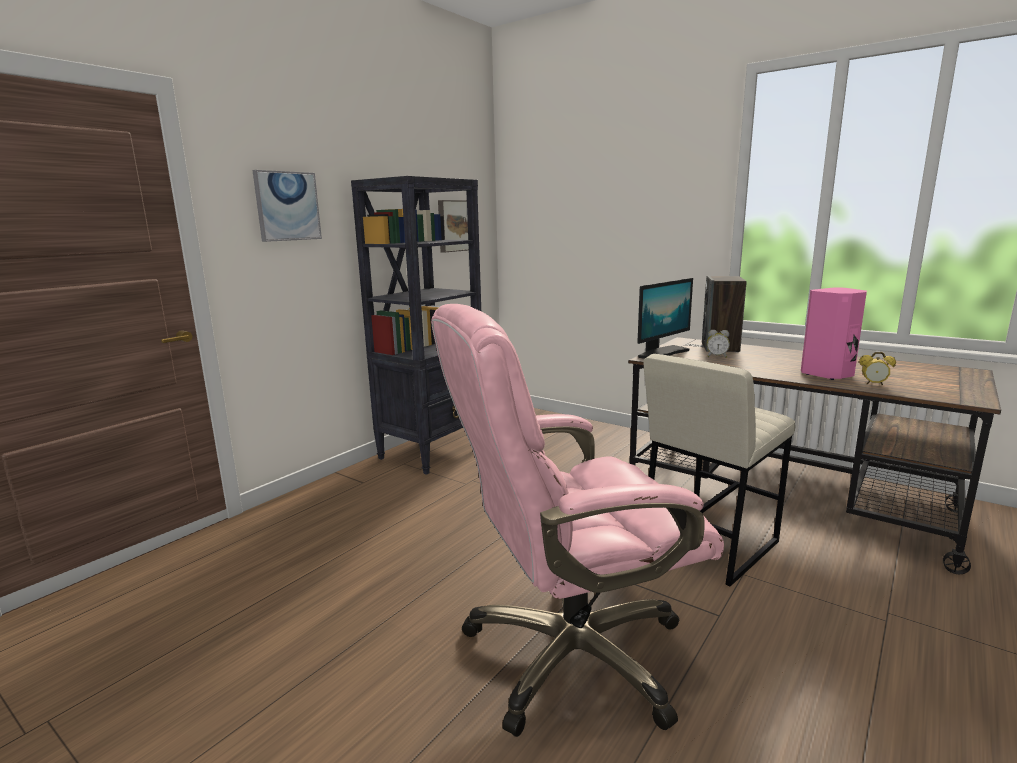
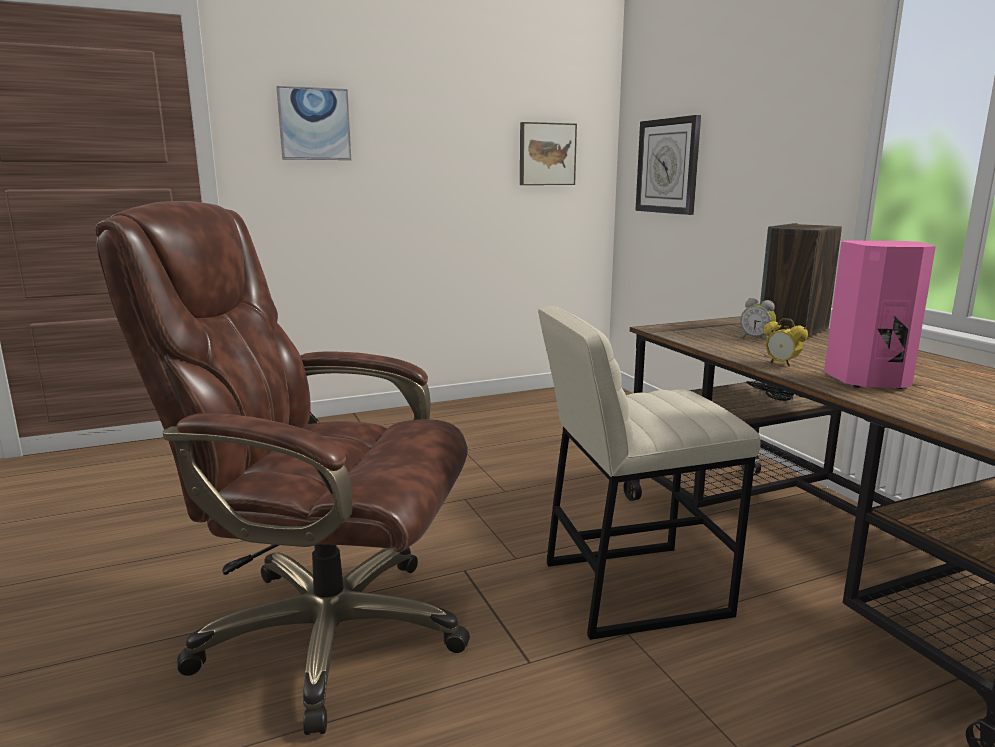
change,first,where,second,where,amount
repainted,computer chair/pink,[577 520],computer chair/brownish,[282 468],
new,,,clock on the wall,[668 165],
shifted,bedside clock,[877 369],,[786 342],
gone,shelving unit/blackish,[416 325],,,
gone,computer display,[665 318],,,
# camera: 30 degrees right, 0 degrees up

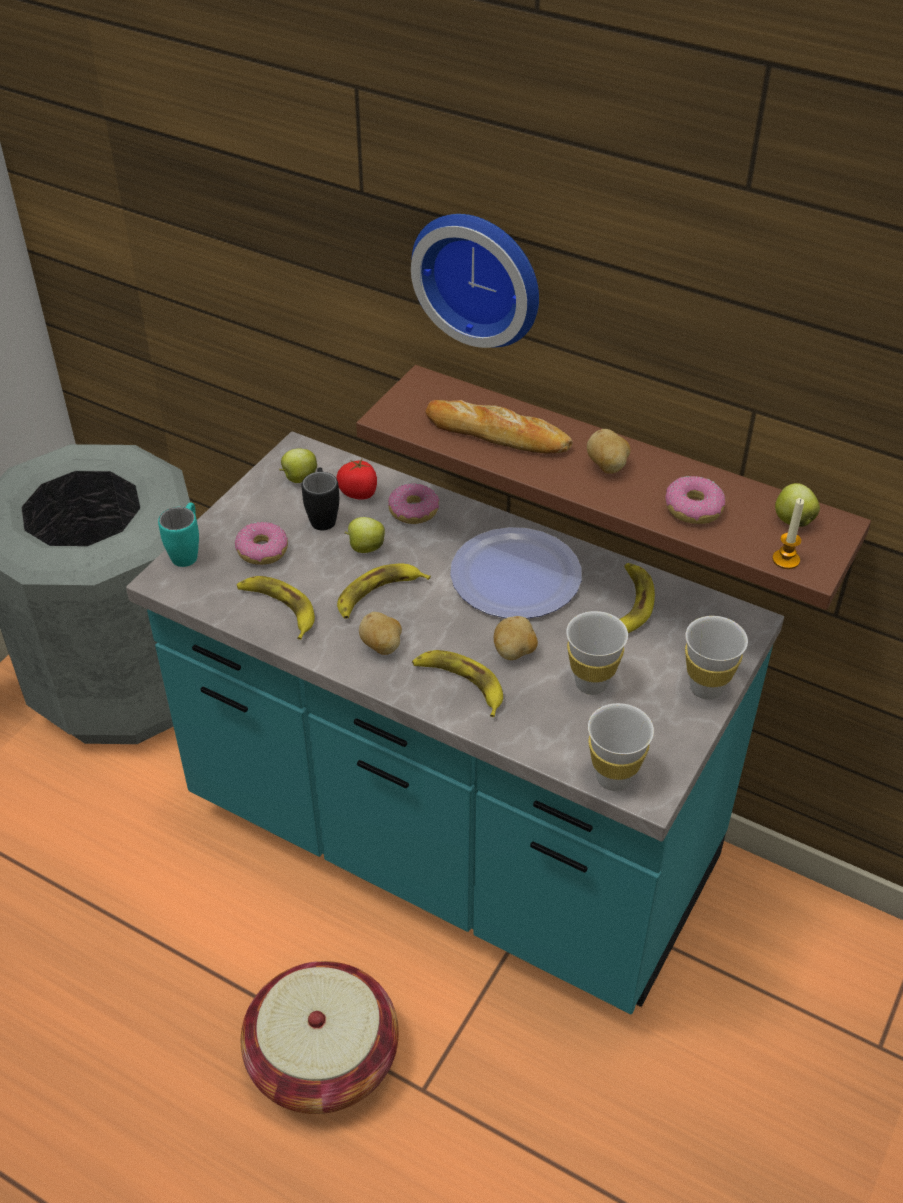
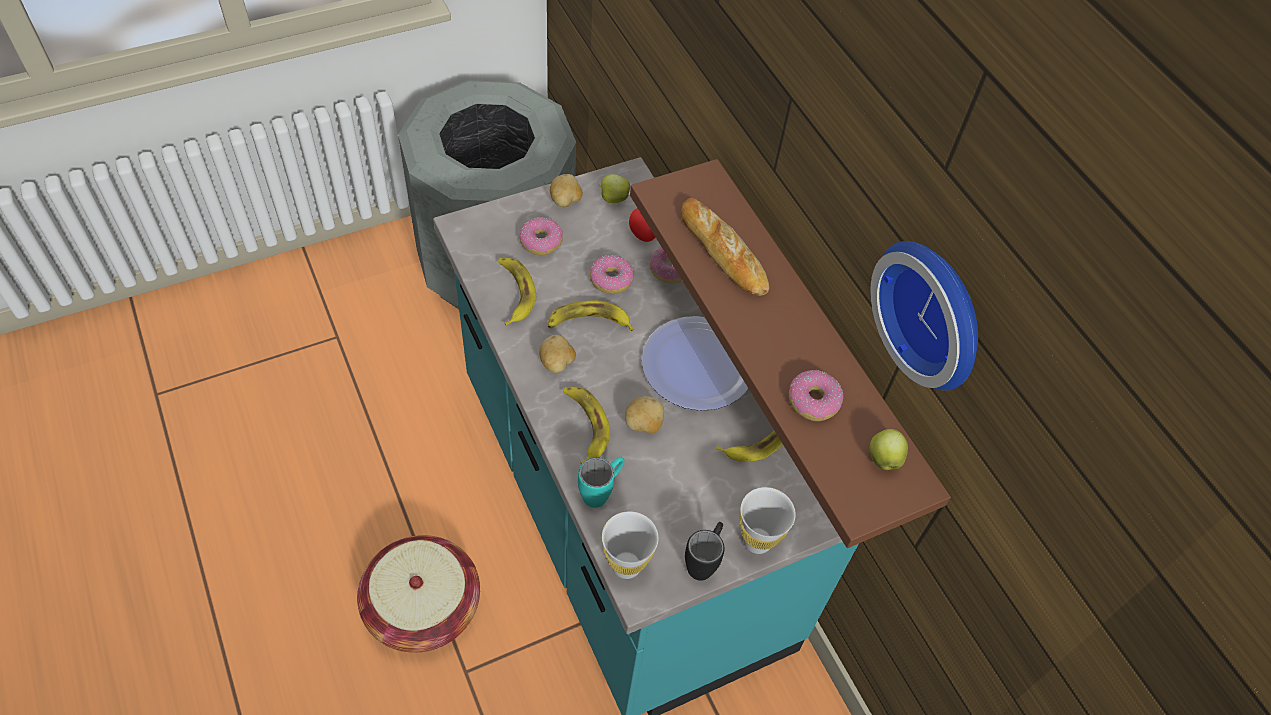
change,first,where,second,where,amount
shifted,potato,[609 451],,[566 190],
shifted,tea mug/turquoise,[178 535],,[601 482],
swapped,apple fruit,[365 535],doughnut,[612 274],
shifted,tea mug/blackish,[320 498],,[705 551],
shifted,clock on the wall,[475 281],,[924 316],
gone,cup/white,[597 653],,,
gone,candle,[788 533],,,
# camera: 30 degrees right, 10 degrees up

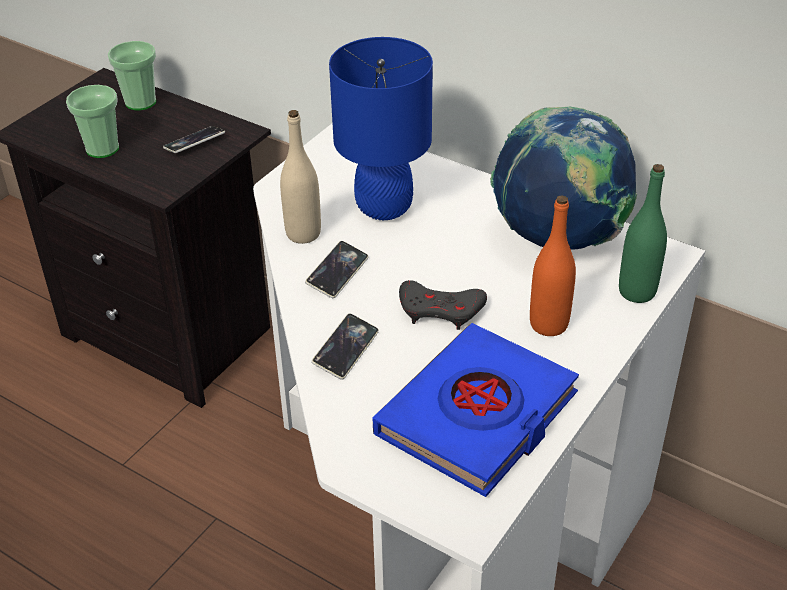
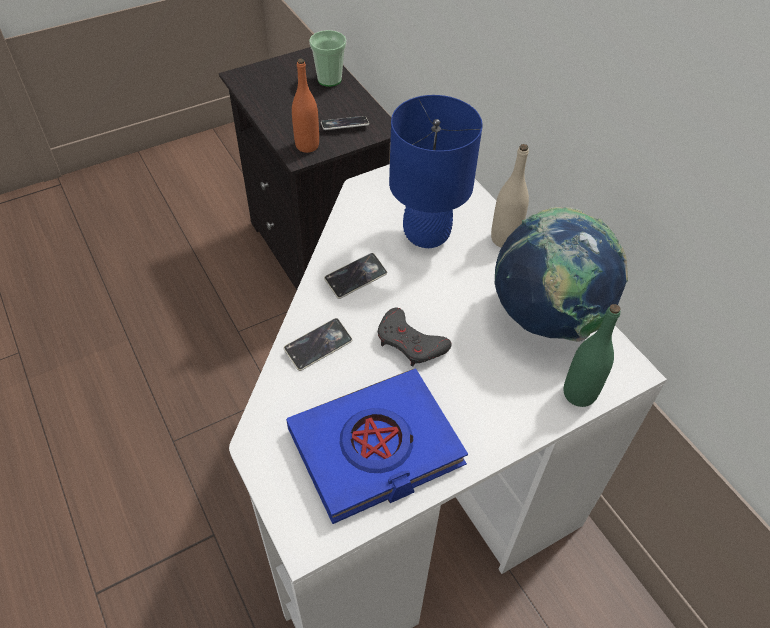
change,first,where,second,where,amount
shifted,drink bottle/orangey,[553 265],,[305 106],
shifted,drink bottle/sand-coloured,[300 177],,[510 196],
gone,cup,[92 121],,,
# camera: 25 degrees right, 10 degrees up

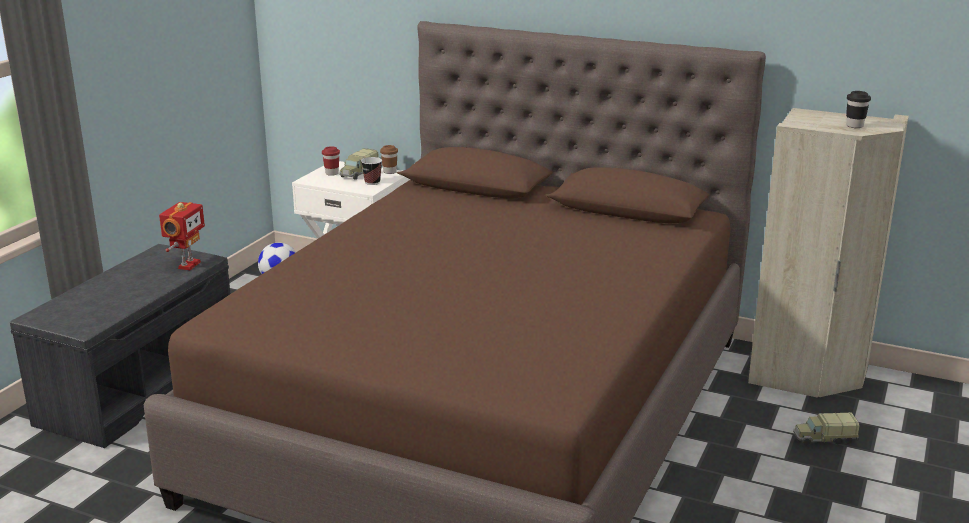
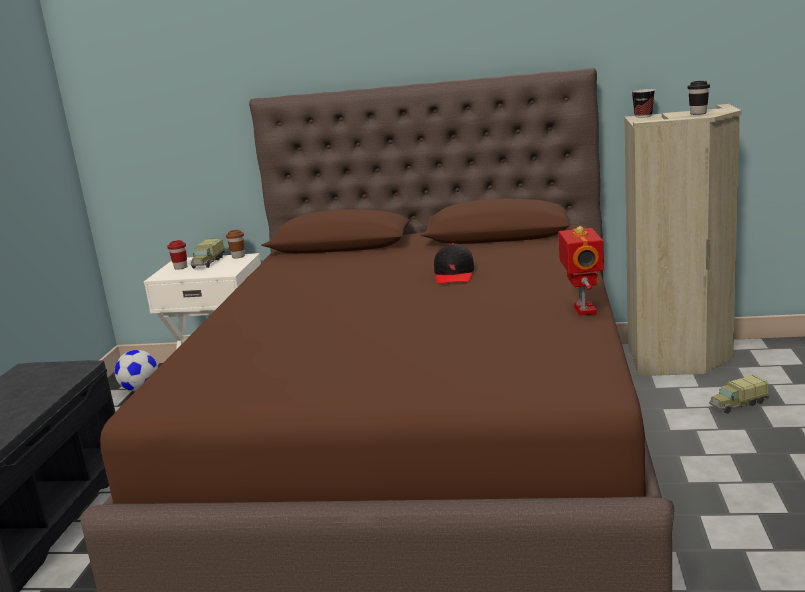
change,first,where,second,where,amount
new,,,baseball cap/blackish,[454 263],
shifted,toy robot,[182 236],,[581 271],
shifted,cup,[371 171],,[643 103],
# camera: 15 degrees left, 5 degrees down

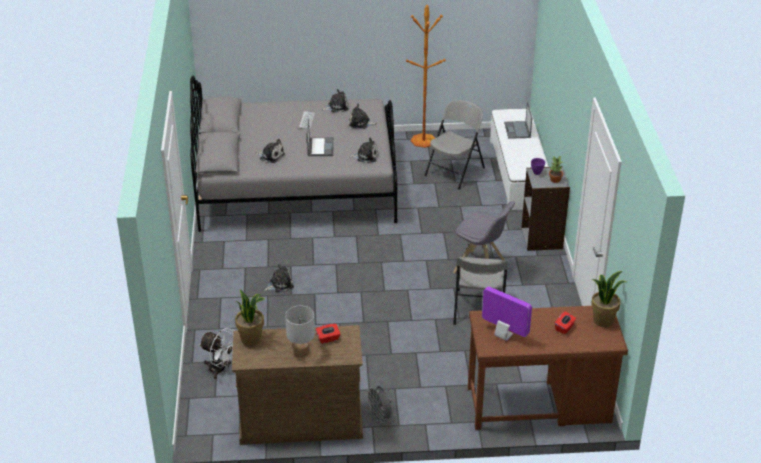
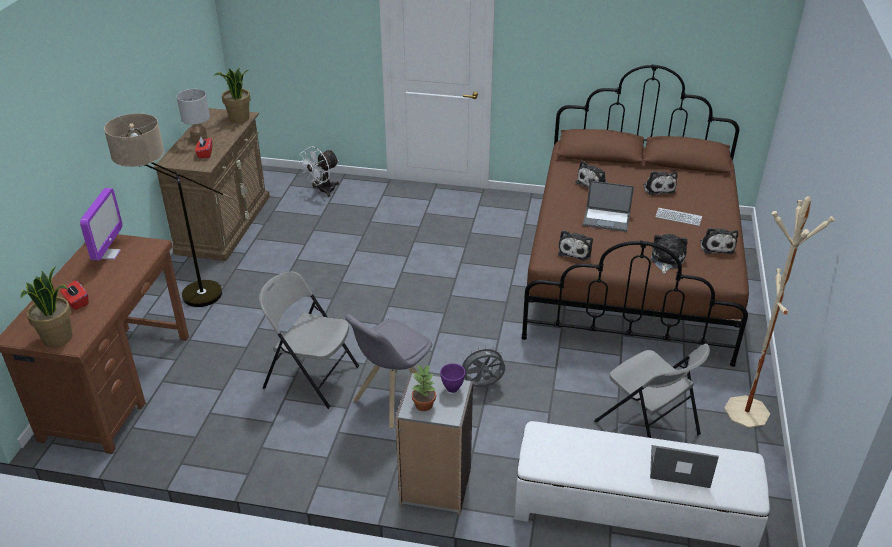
change,first,where,second,where,amount
rotated,computer display,[507 314],,[101 224],45 degrees counterclockwise
new,,,standard lamp,[168 210],
shifted,cooling fan/greyish,[379 404],,[482 366],
repainted,sleeping bed/greyish,[294 154],sleeping bed/brownish,[635 215],
shifted,plush toy,[279 278],,[660 183],
repainted,garment stand/orangey,[426 76],garment stand/sand-coloured,[779 312],
# camera: 105 degrees right, 0 degrees up

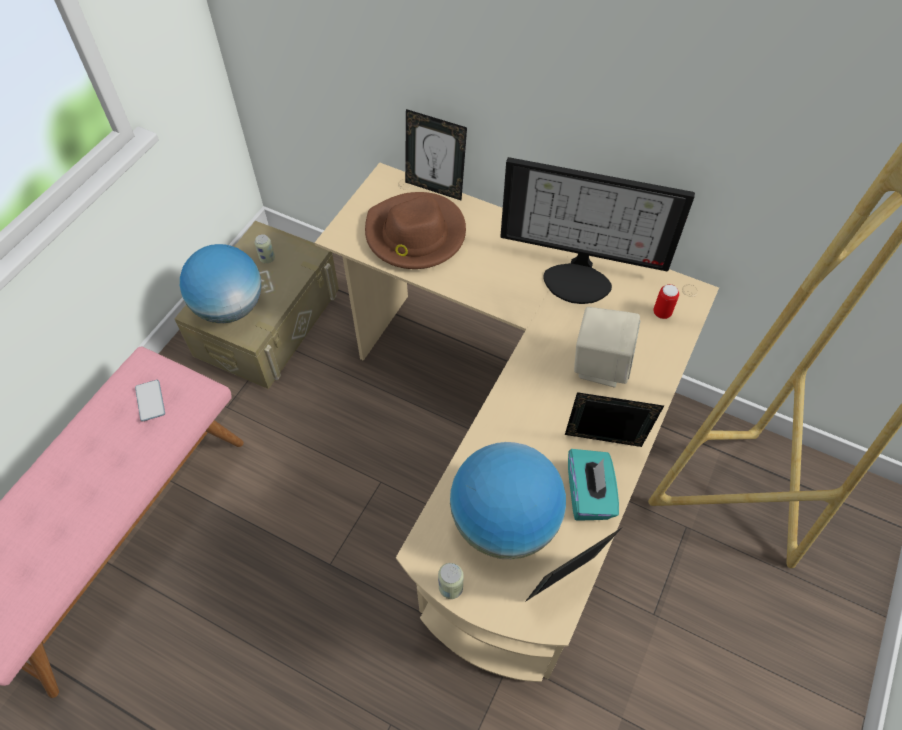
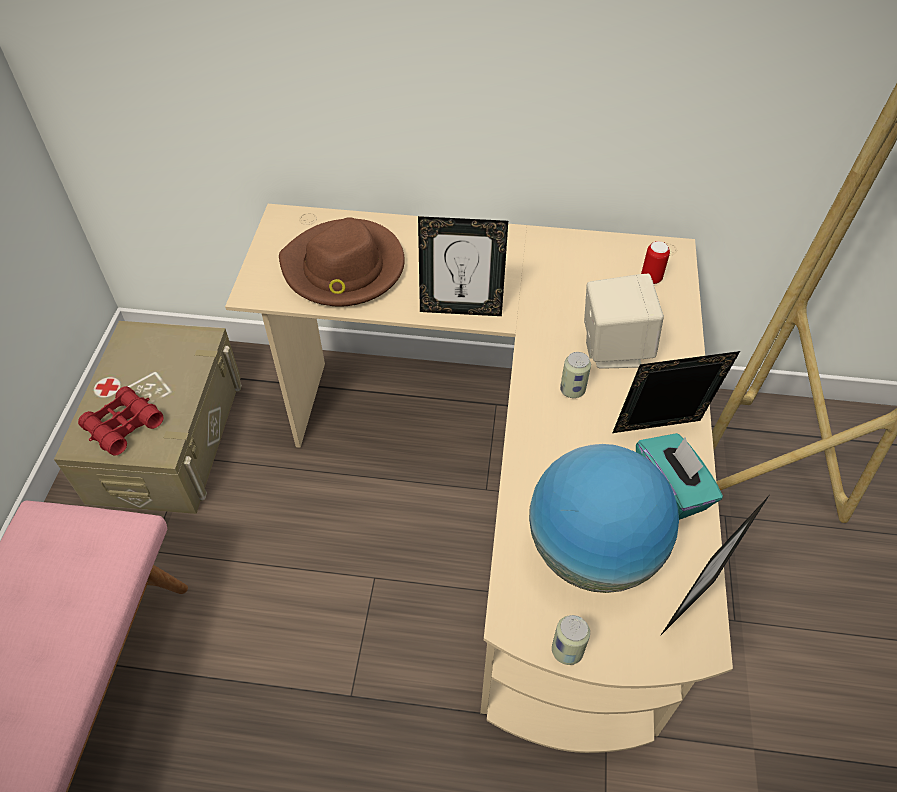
change,first,where,second,where,amount
swapped,globe,[221 283],field glasses/red-coloured,[121 421],
shifted,picture frame,[436 155],,[463 266],
shifted,can,[264 248],,[575 375],
gone,telephone,[150 400],,,
gone,computer display,[597 230],,,
# camera: 20 degrees left, 5 degrees down

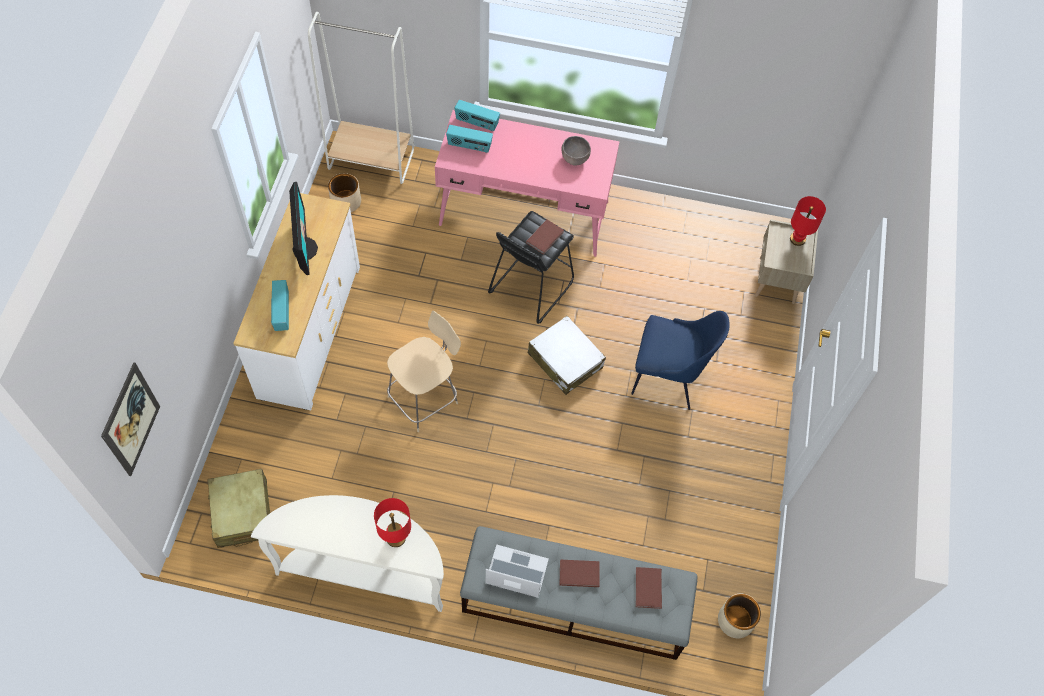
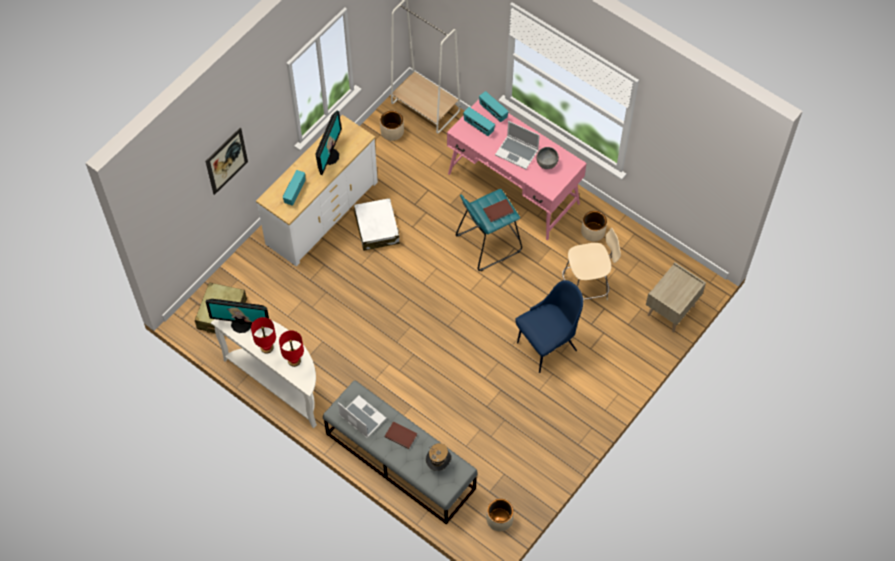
change,first,where,second,where,amount
shifted,wall art,[130 419],,[227 161],
new,,,computer display,[237 316],
shifted,table lamp/red-coloured,[808 221],,[263 335],
shifted,travel case/white,[567 355],,[376 224],
swapped,bound book/brownish,[649 588],hat,[438 457],
repainted,stool seat/blackish,[531 267],stool seat/turquoise,[489 230],
new,,,notebook computer,[517 145],
rotated,upright chair/blue-coloured,[680 360],,[549 326],75 degrees counterclockwise
shifted,upright chair/sand-coloured,[424 371],,[591 264],
new,,,plant pot/sand-coloured,[594 226],
# camera: 30 degrees right, 0 degrees up

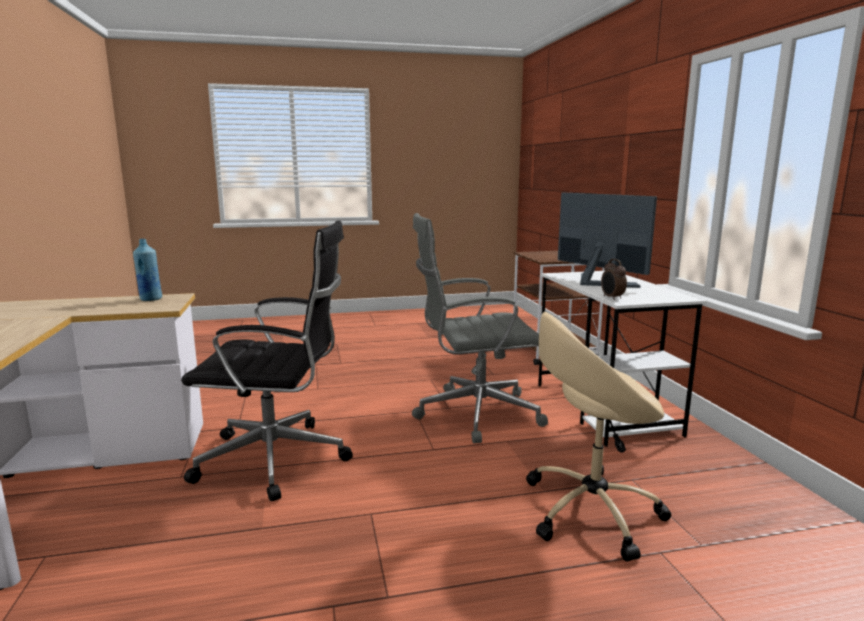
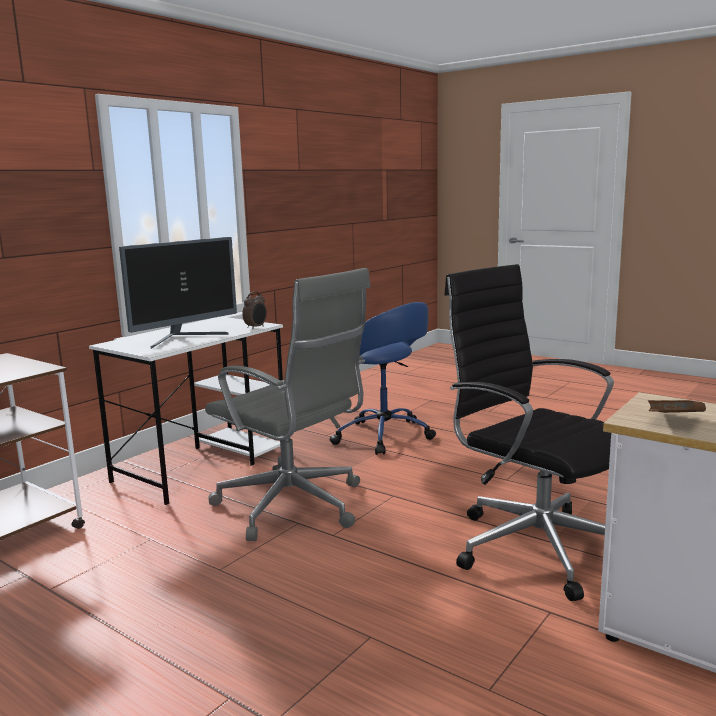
change,first,where,second,where,amount
rotated,computer display,[607 240],,[178 293],150 degrees counterclockwise
repainted,computer chair/sand-coloured,[598 436],computer chair/blue-coloured,[383 378],
swapped,drink bottle/blue-coloured,[147 270],bound book/brownish,[677 406],
# camera: 130 degrees left, 0 degrees up

